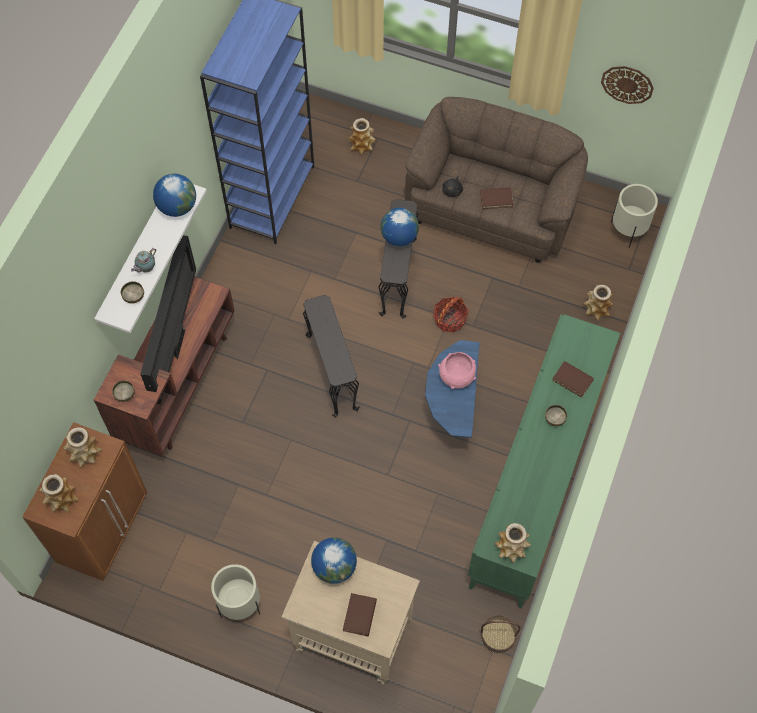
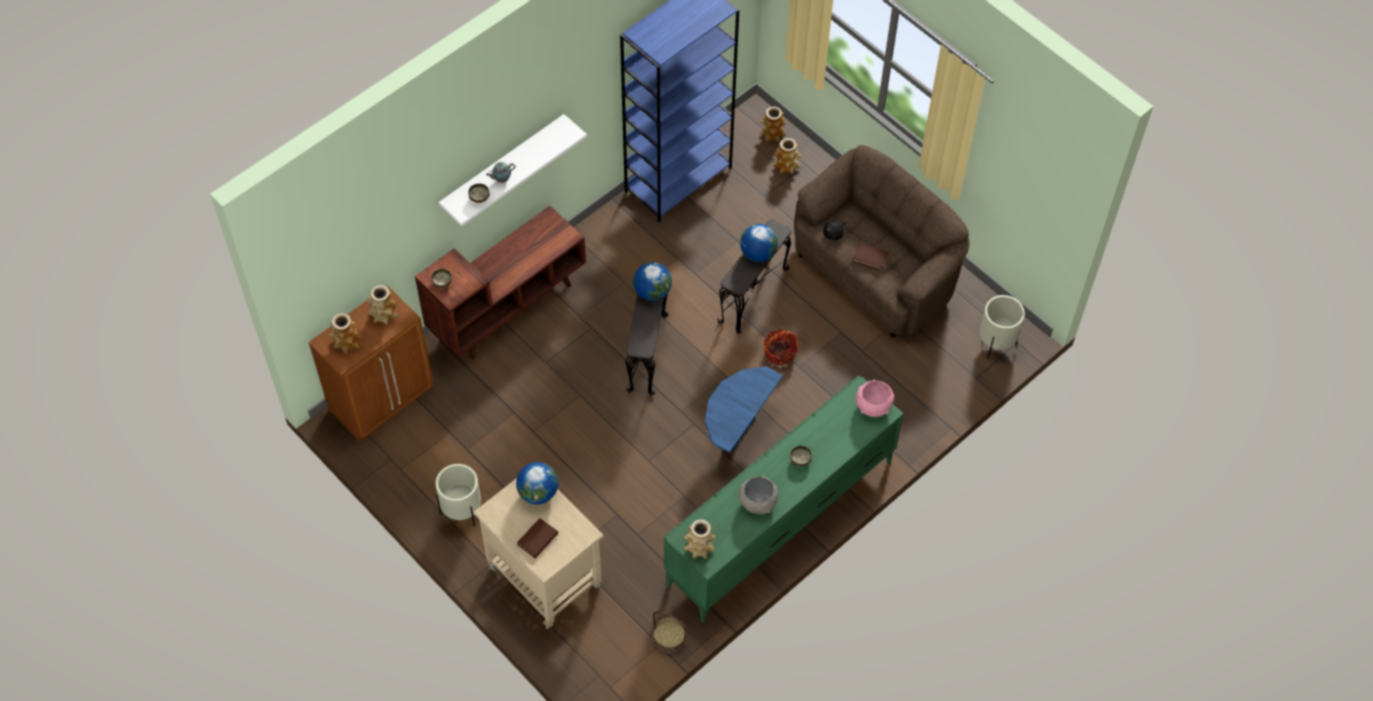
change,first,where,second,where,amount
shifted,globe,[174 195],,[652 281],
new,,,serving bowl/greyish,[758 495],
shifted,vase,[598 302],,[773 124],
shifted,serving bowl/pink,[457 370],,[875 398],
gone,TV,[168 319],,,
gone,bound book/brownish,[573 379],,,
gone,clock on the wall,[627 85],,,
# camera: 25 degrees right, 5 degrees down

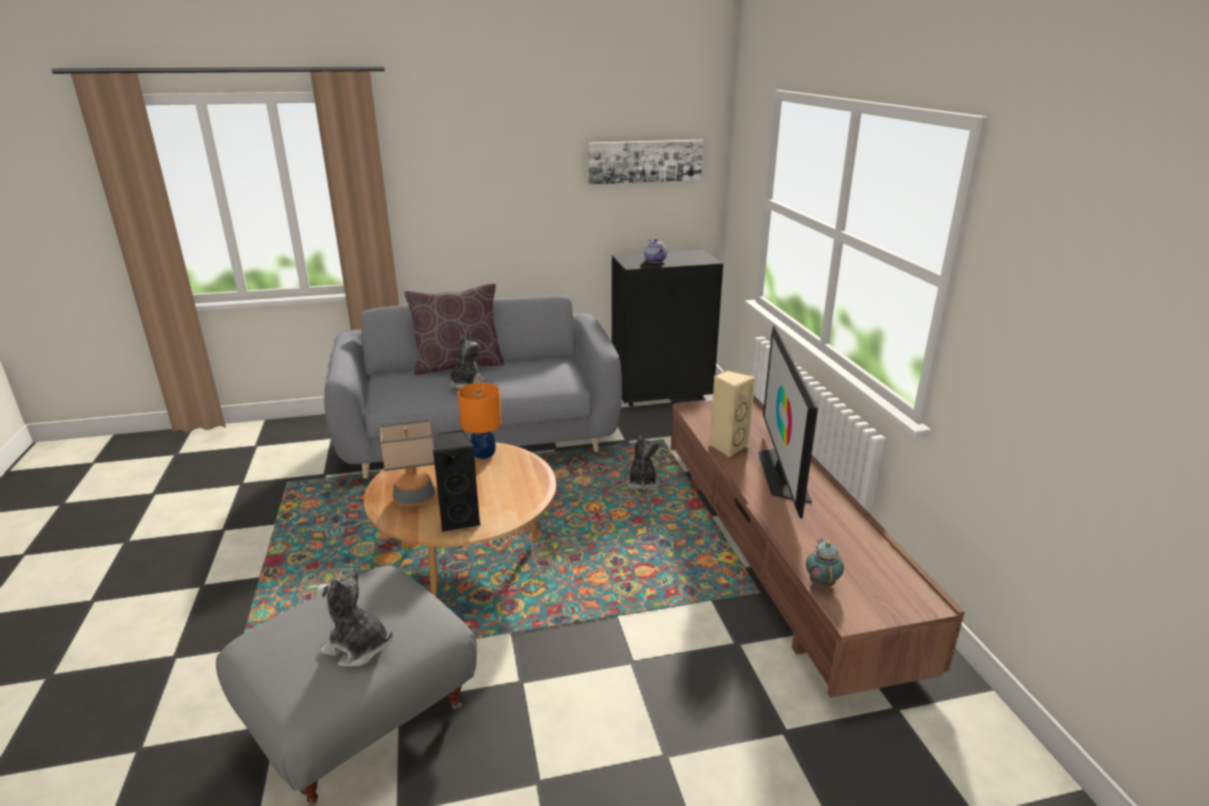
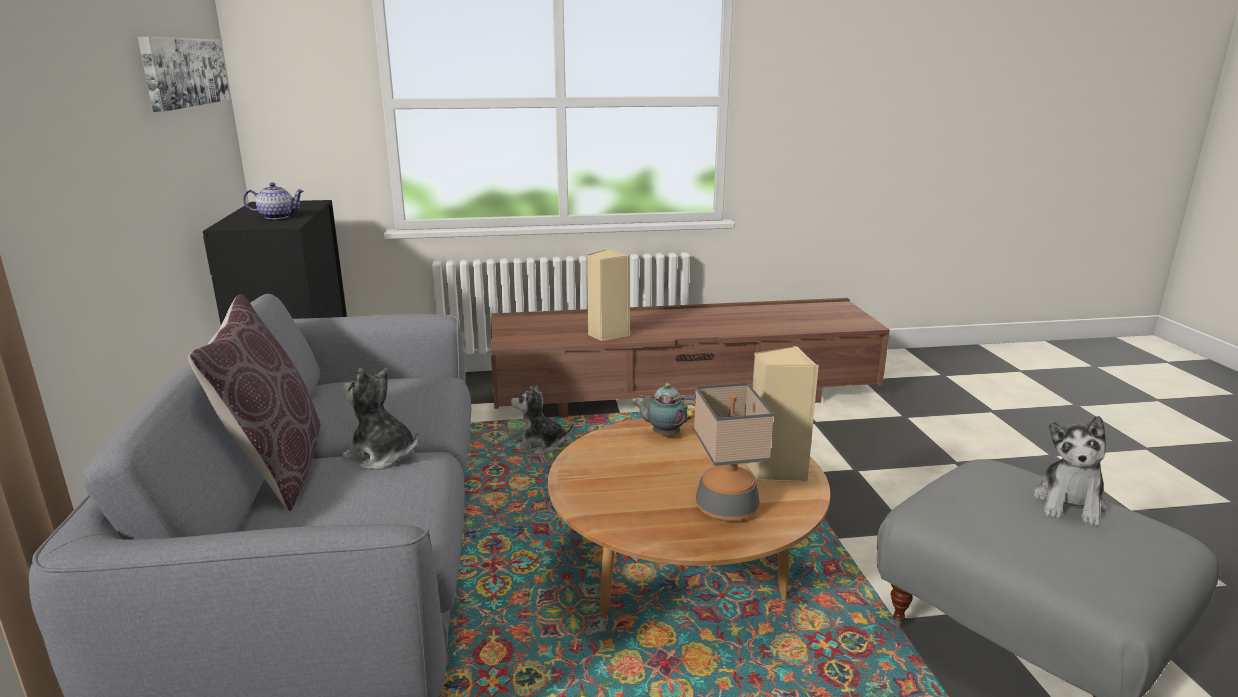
change,first,where,second,where,amount
shifted,pot for tea,[825 562],,[663 409],
repainted,speaker/blackish,[457 481],speaker/sand-coloured,[783 414],
gone,table lamp/orangey,[480 421],,,
gone,TV,[788 422],,,
# camera: 85 degrees left, 5 degrees down

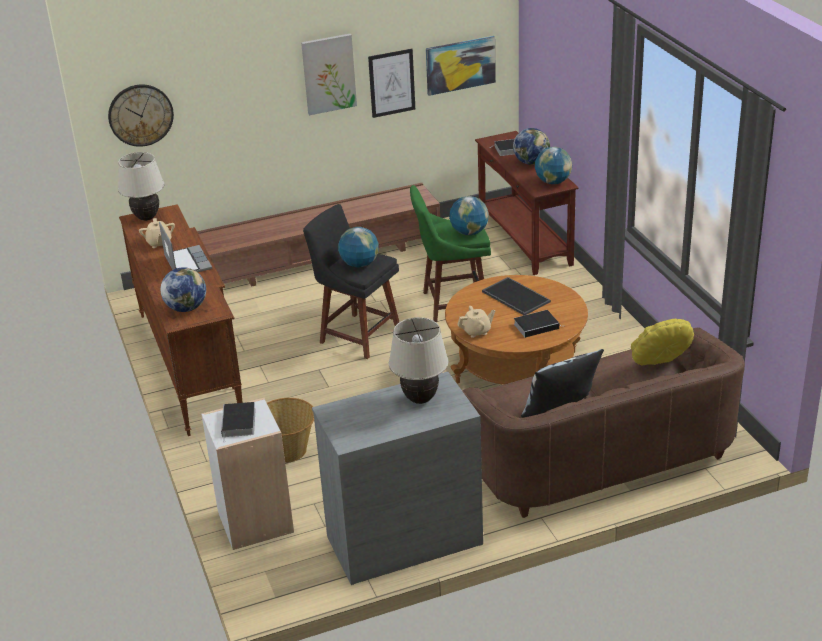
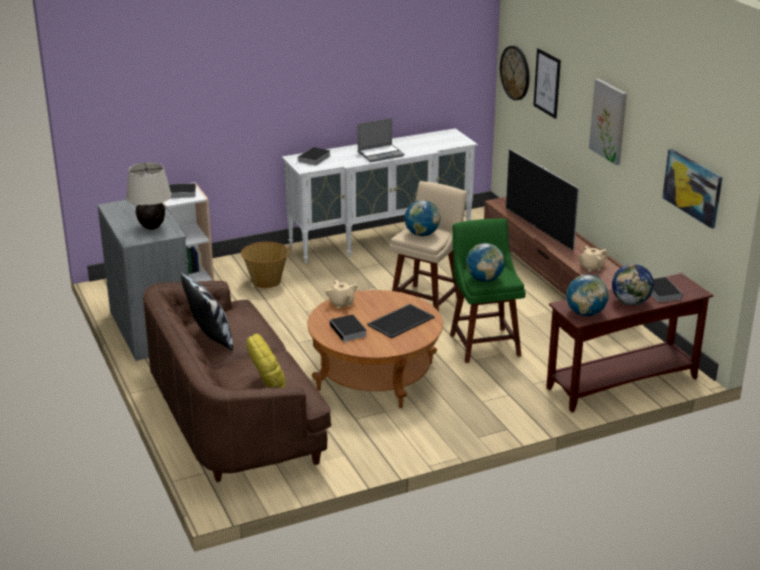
change,first,where,second,where,amount
repainted,cabinet/brownish,[181 320],cabinet/white,[380 195],
swapped,globe,[183 289],bound book,[313 156],
repainted,stool seat/blackish,[351 281],stool seat/sand-coloured,[428 246],
new,,,TV,[542 200],
shifted,wall art,[391 83],,[547 83],
shifted,pot for tea/sand-coloured,[157 233],,[593 259],
gone,table lamp/sand-coloured,[141 186],,,
# camera: 85 degrees right, 5 degrees down

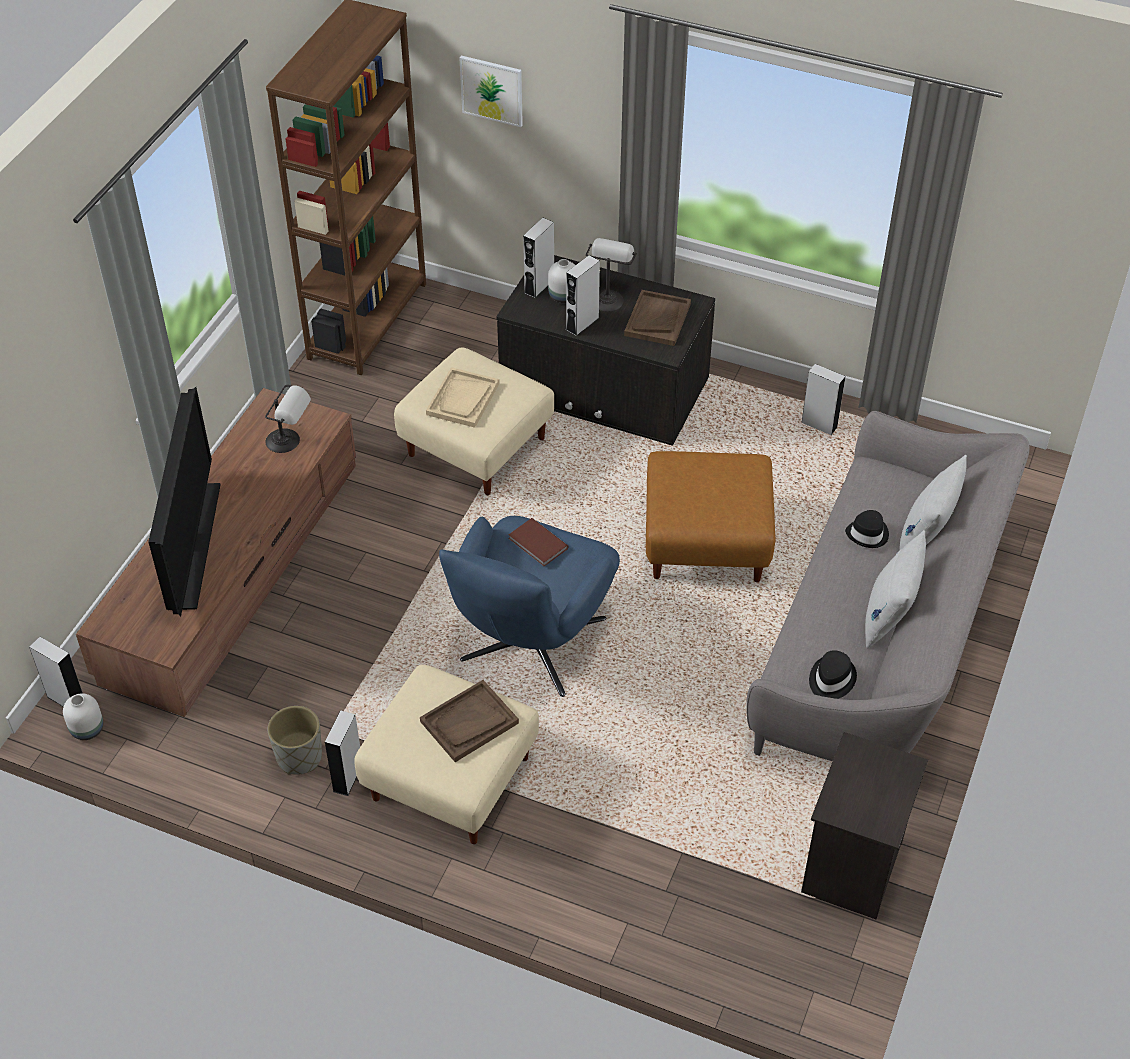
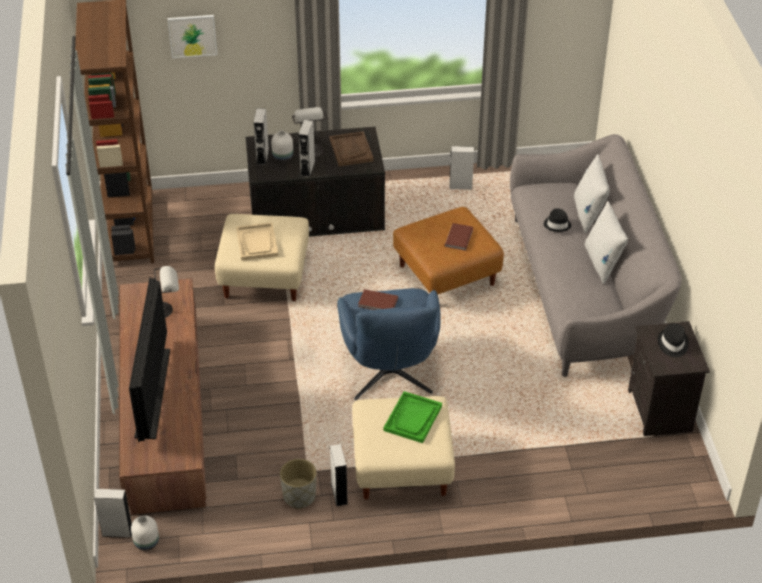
change,first,where,second,where,amount
rotated,TV,[184 501],,[149 360],150 degrees counterclockwise
repainted,tray/brownish,[469 721],tray/green-coloured,[413 417],
new,,,bound book/brownish,[459 237],
shifted,hat/blackish,[833 674],,[673 340],
# camera: 30 degrees left, 5 degrees down

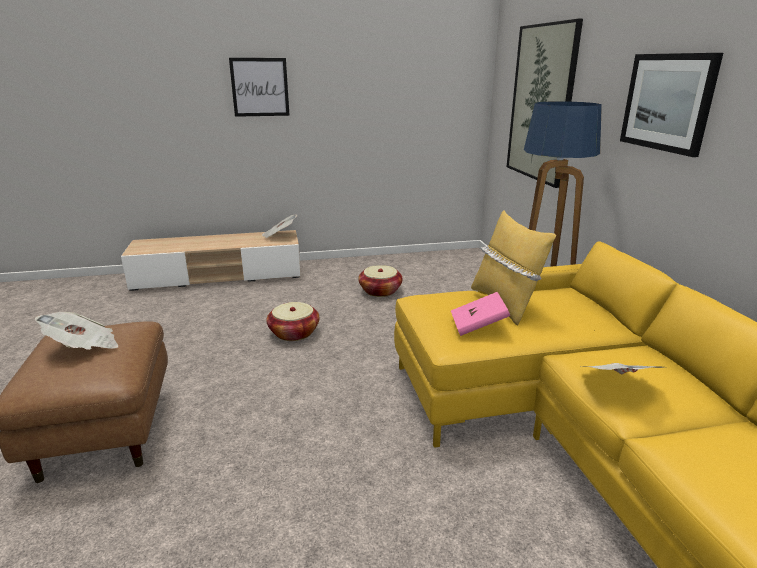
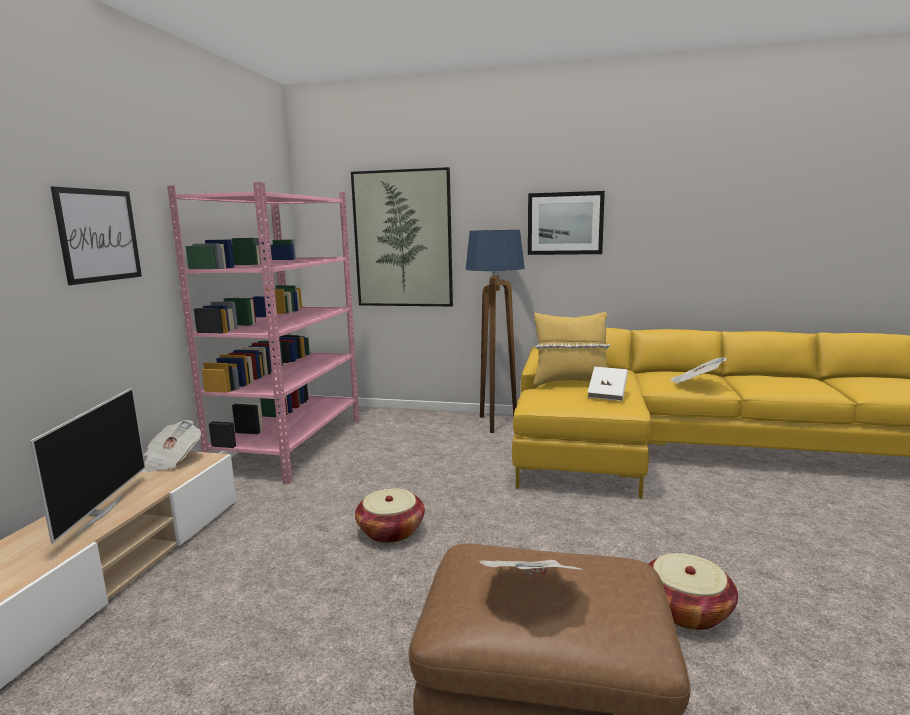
change,first,where,second,where,amount
new,,,TV,[88 466],
new,,,shelving unit/pink,[263 333],
repainted,bound book/pink,[480 314],bound book/white,[607 384],
shifted,household basket,[380 281],,[693 591],
# camera: 65 degrees left, 10 degrees down

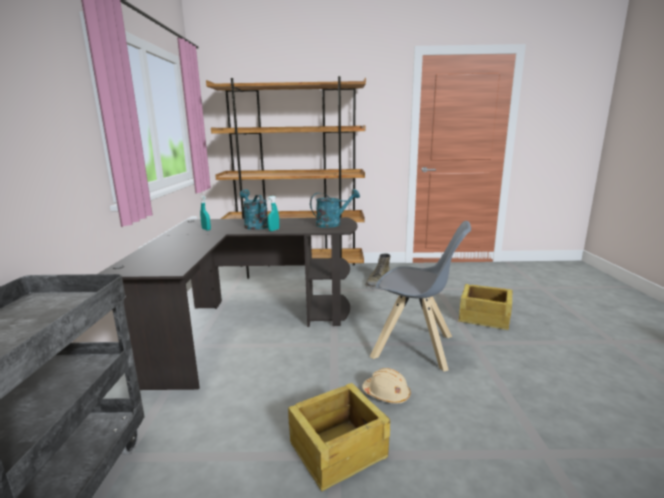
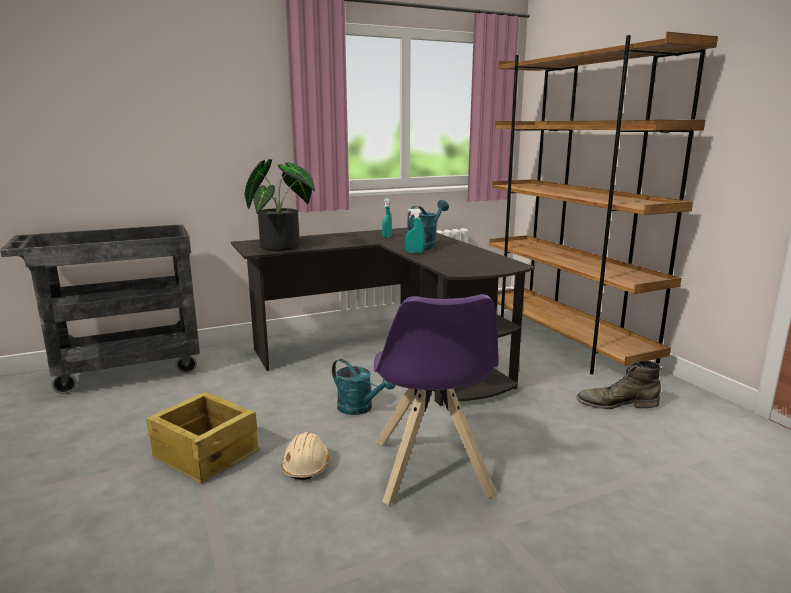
change,first,where,second,where,amount
new,,,potted plant,[280 205],
shifted,watering can/turquoise,[335 208],,[363 387],
repainted,upright chair/greyish,[420 296],upright chair/purplish,[436 400],
gone,shipping crate,[485 307],,,
# camera: 65 degrees right, 0 degrees up

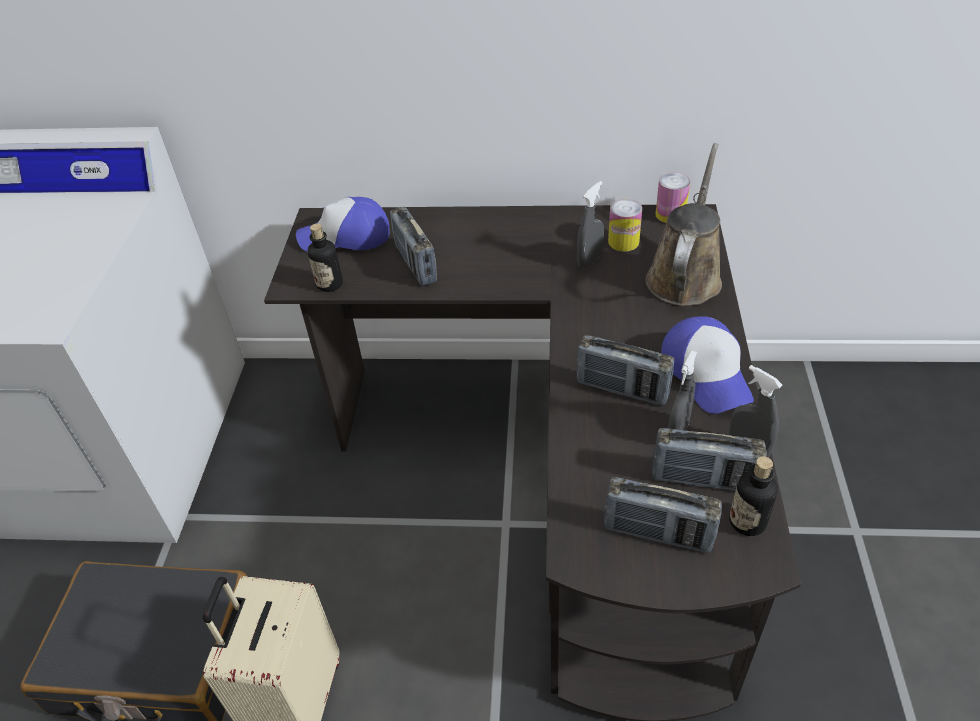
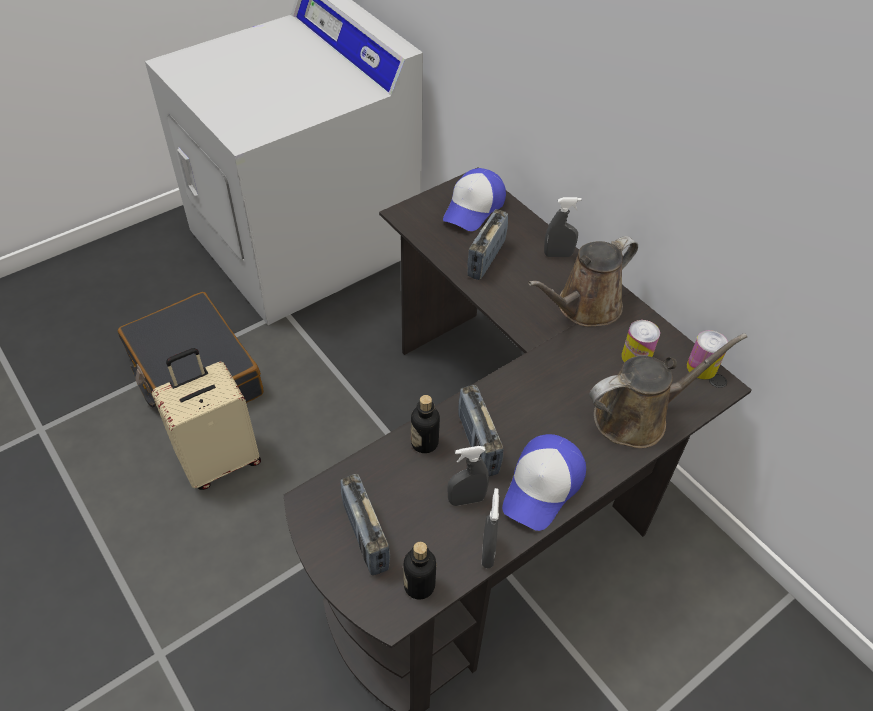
change,first,where,second,where,amount
shifted,drink bottle,[325 258],,[425 424],
rotated,baseball cap,[343 224],,[474 199],105 degrees counterclockwise
new,,,watering can/brownish,[583 281],
shifted,hand sprayer/greyish,[590 225],,[563 227],
gone,radio receiver,[709 459],,,
# camera: 45 degrees right, 5 degrees up

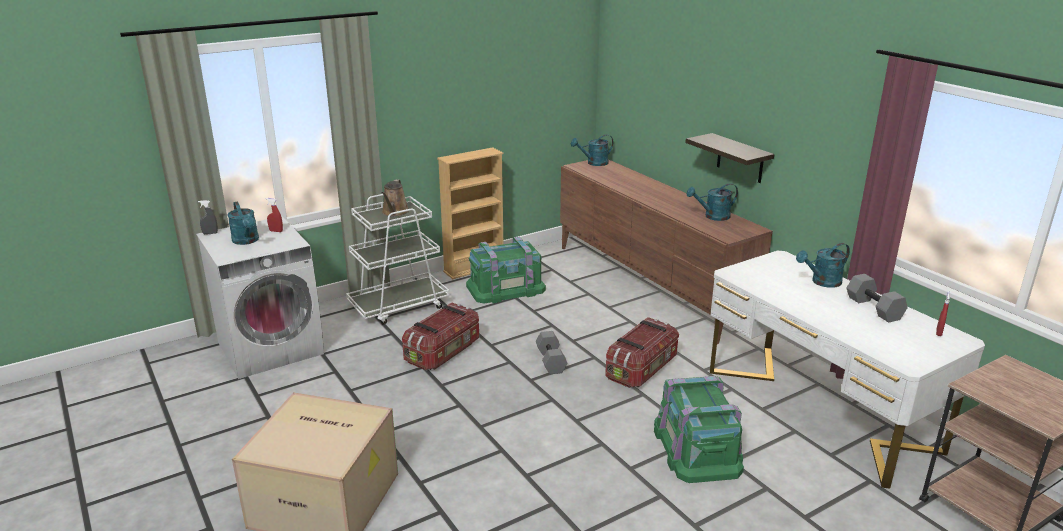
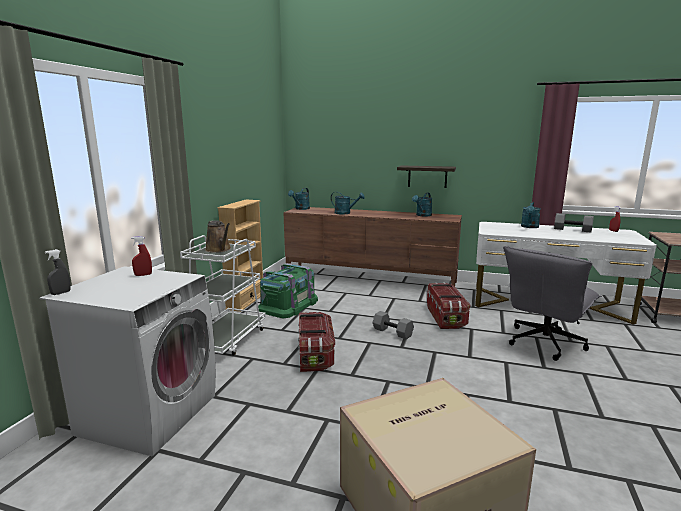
change,first,where,second,where,amount
shifted,watering can/turquoise,[243 223],,[348 203],
swapped,storage bin/green-coloured,[699 429],computer chair/greyish,[552 303],
# camera: 40 degrees left, 10 degrees down

